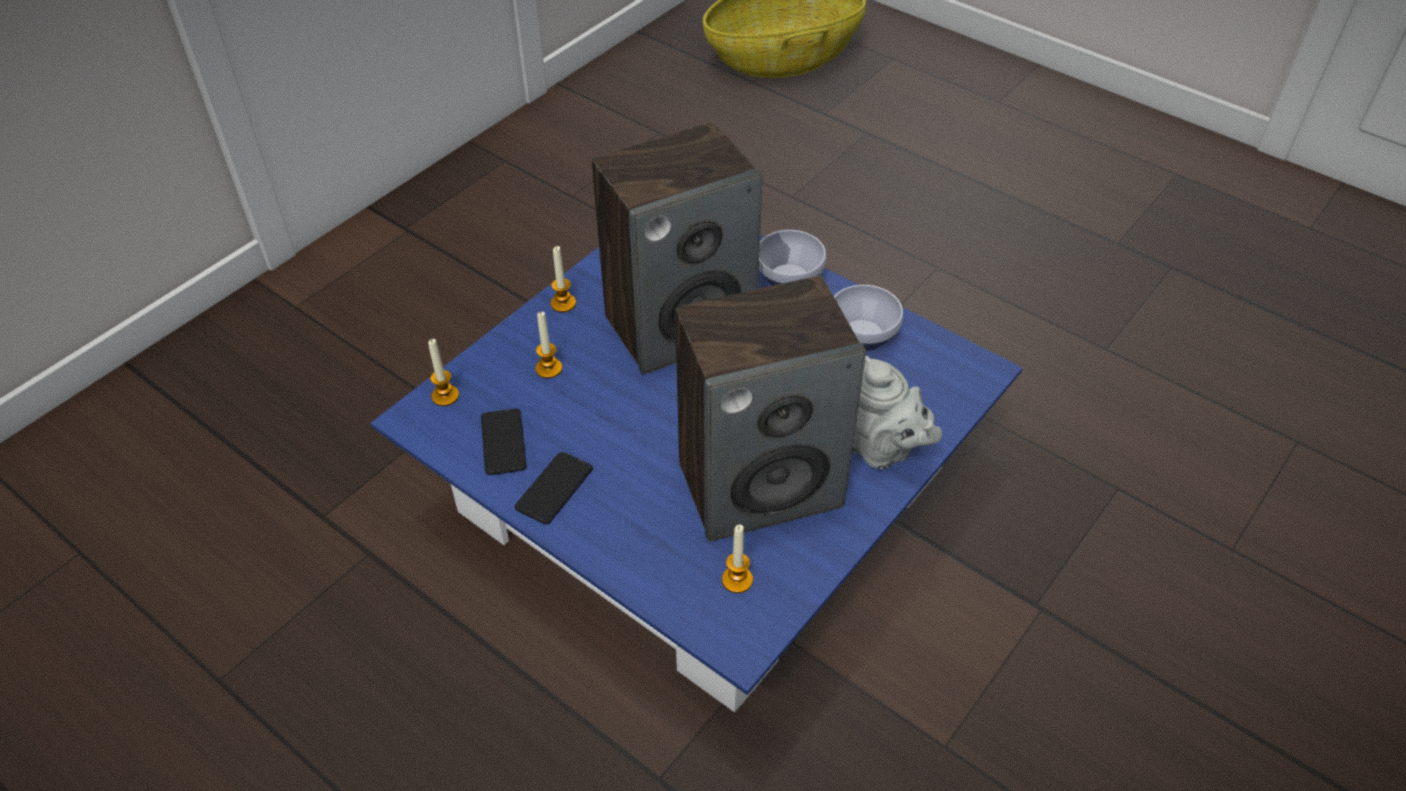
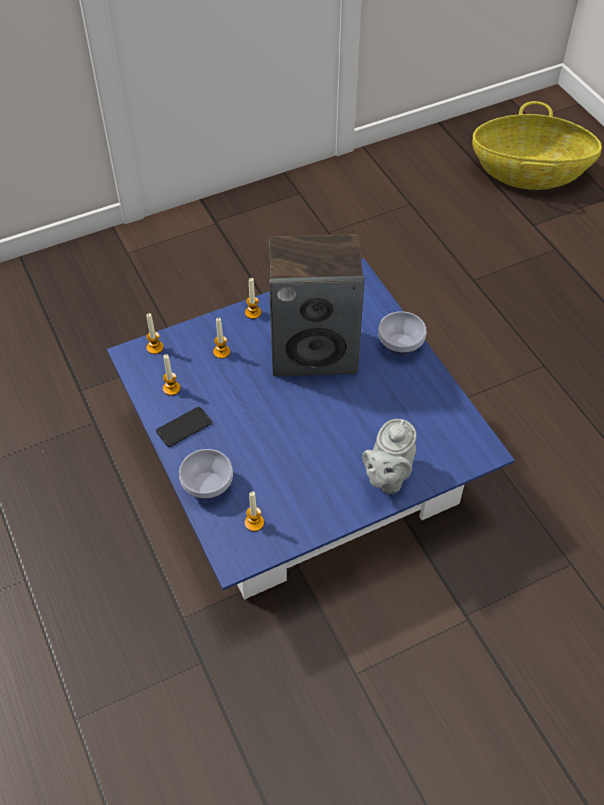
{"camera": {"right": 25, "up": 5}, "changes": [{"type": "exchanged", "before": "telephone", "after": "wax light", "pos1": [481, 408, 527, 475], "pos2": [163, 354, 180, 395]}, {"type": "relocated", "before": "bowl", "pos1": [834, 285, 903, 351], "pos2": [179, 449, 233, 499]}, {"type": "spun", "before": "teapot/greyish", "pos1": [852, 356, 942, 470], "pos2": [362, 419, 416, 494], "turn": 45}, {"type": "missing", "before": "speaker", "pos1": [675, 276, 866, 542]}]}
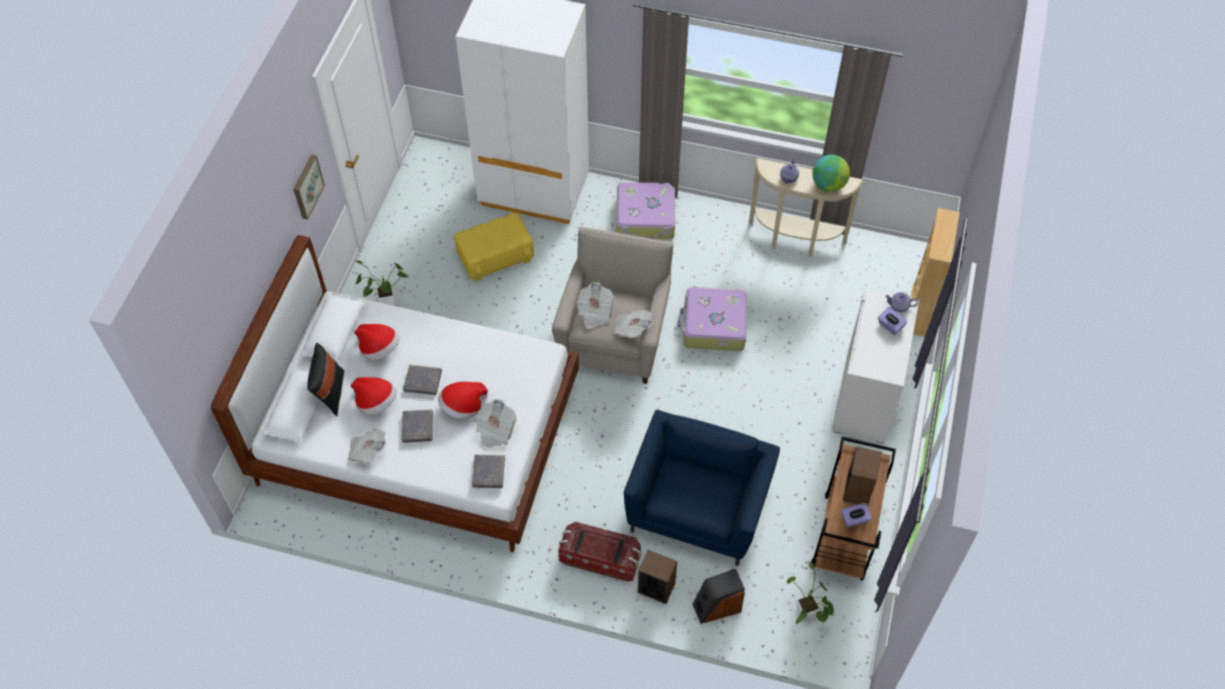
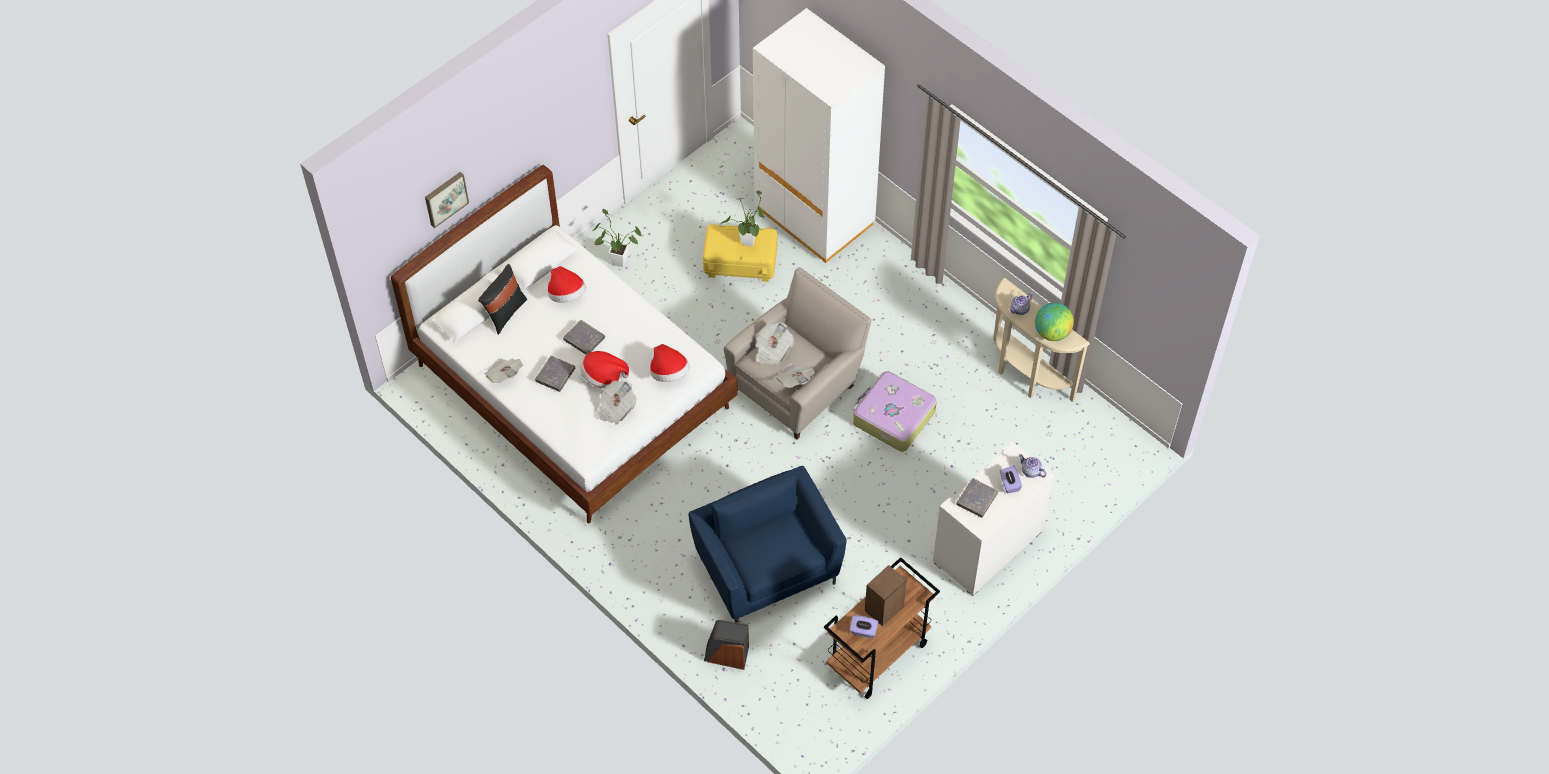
{"camera": {"right": 30, "up": 0}, "changes": [{"type": "relocated", "before": "wall art", "pos1": [293, 155, 325, 220], "pos2": [425, 172, 469, 228]}, {"type": "relocated", "before": "clothing hat", "pos1": [351, 377, 397, 414], "pos2": [650, 344, 690, 382]}, {"type": "spun", "before": "armchair/blue", "pos1": [624, 410, 780, 566], "pos2": [688, 466, 846, 623], "turn": -75}, {"type": "relocated", "before": "plant in a pot", "pos1": [787, 563, 834, 624], "pos2": [720, 190, 764, 246]}, {"type": "relocated", "before": "book/greyish", "pos1": [472, 455, 505, 488], "pos2": [956, 478, 998, 518]}, {"type": "missing", "before": "storage box", "pos1": [558, 522, 641, 582]}, {"type": "missing", "before": "travel case", "pos1": [616, 182, 675, 239]}, {"type": "missing", "before": "speaker", "pos1": [637, 550, 677, 604]}, {"type": "missing", "before": "bookshelf/beige", "pos1": [911, 208, 960, 337]}]}
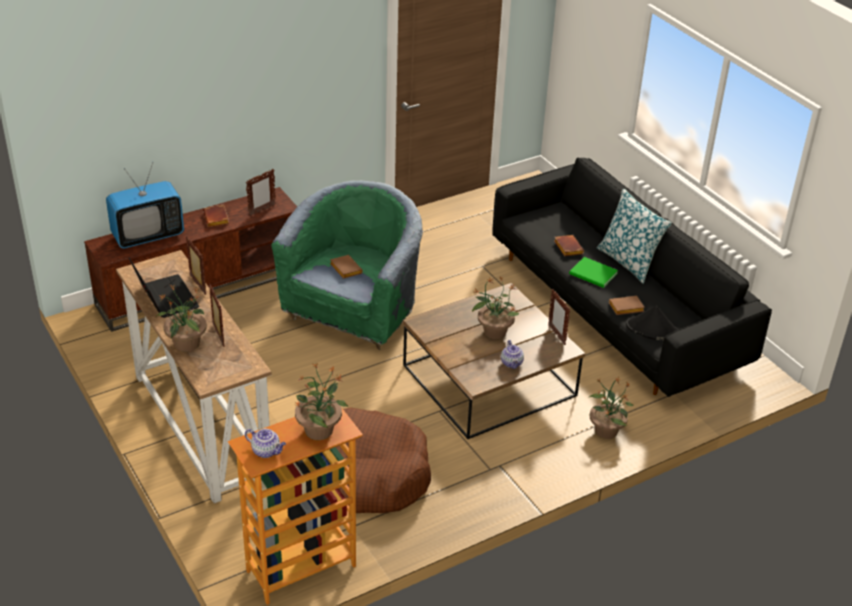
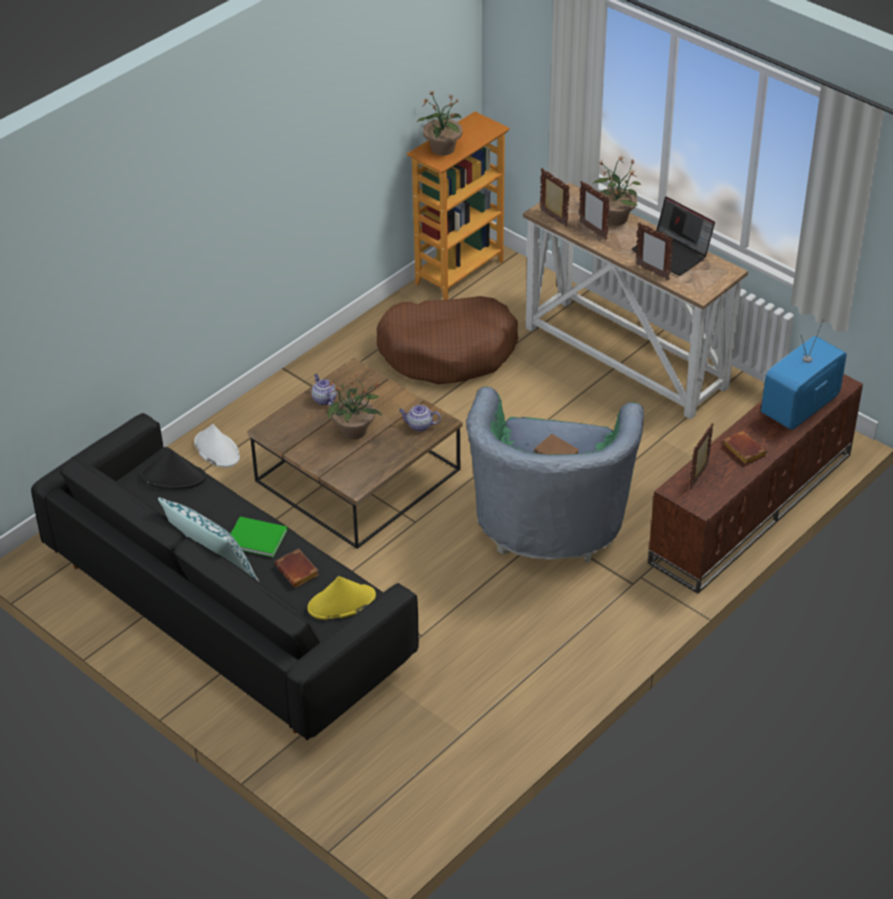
{"camera": {"right": 165, "up": 5}, "changes": [{"type": "exchanged", "before": "plant in a pot", "after": "clothing hat/whitish", "pos1": [590, 377, 634, 439], "pos2": [194, 424, 240, 467]}, {"type": "appeared", "after": "clothing hat/yellowish", "pos2": [307, 576, 376, 620]}, {"type": "relocated", "before": "teapot", "pos1": [245, 429, 286, 458], "pos2": [399, 405, 441, 432]}, {"type": "relocated", "before": "standing frame", "pos1": [548, 289, 570, 345], "pos2": [540, 168, 570, 227]}, {"type": "missing", "before": "book/brownish", "pos1": [609, 296, 645, 315]}]}
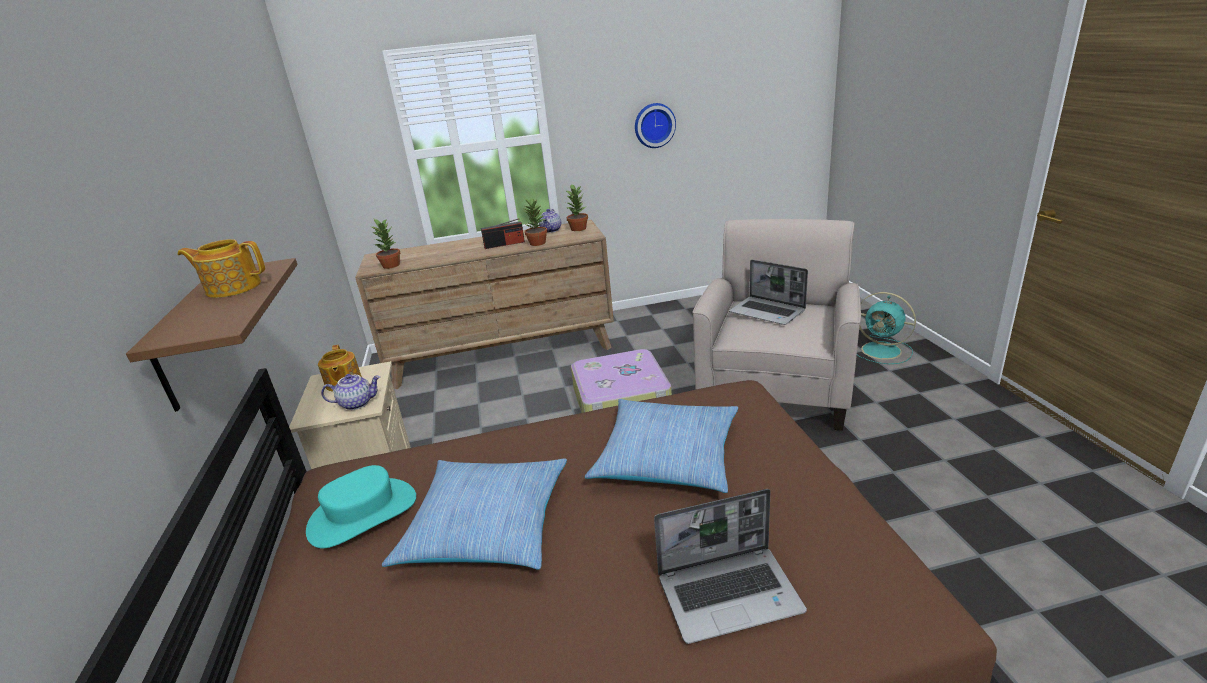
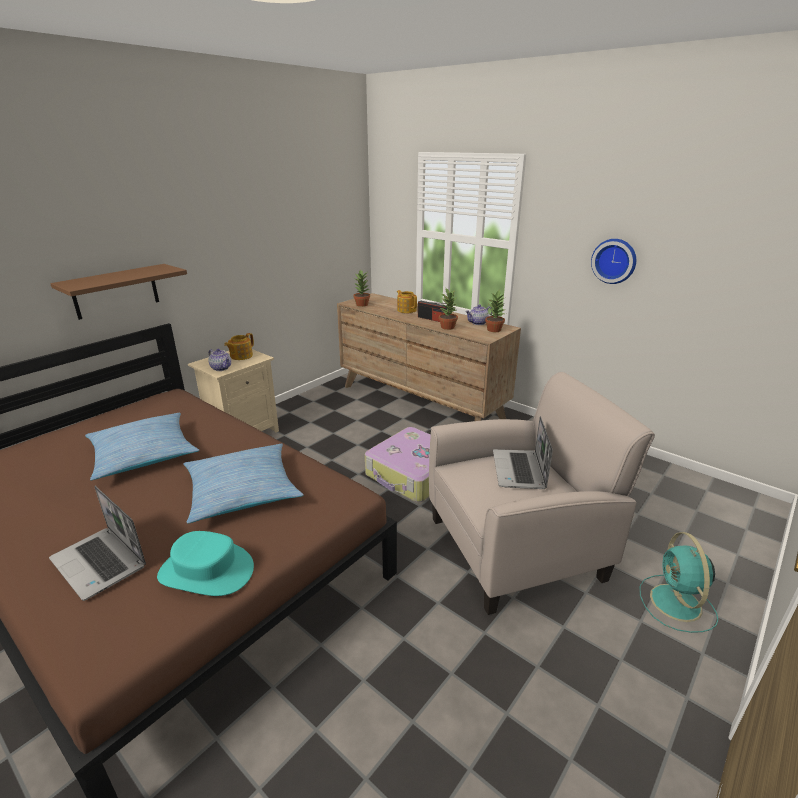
{"camera": {"right": 50, "up": 0}, "changes": [{"type": "relocated", "before": "clothing hat/turquoise", "pos1": [306, 465, 416, 548], "pos2": [157, 531, 254, 596]}, {"type": "relocated", "before": "teapot", "pos1": [178, 239, 265, 298], "pos2": [397, 290, 417, 313]}]}
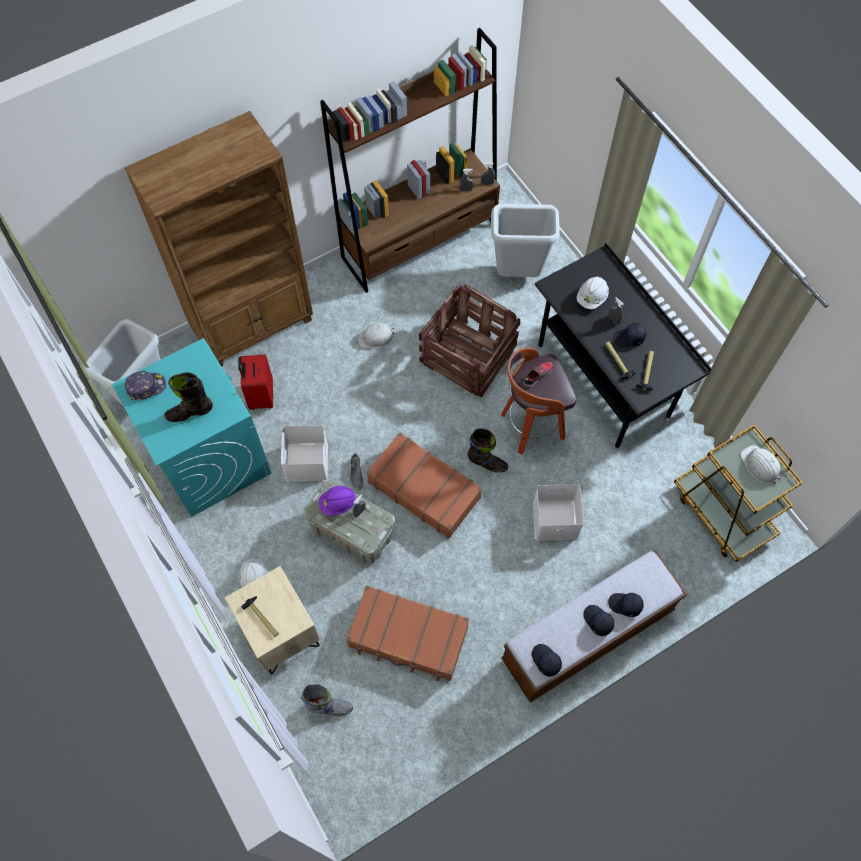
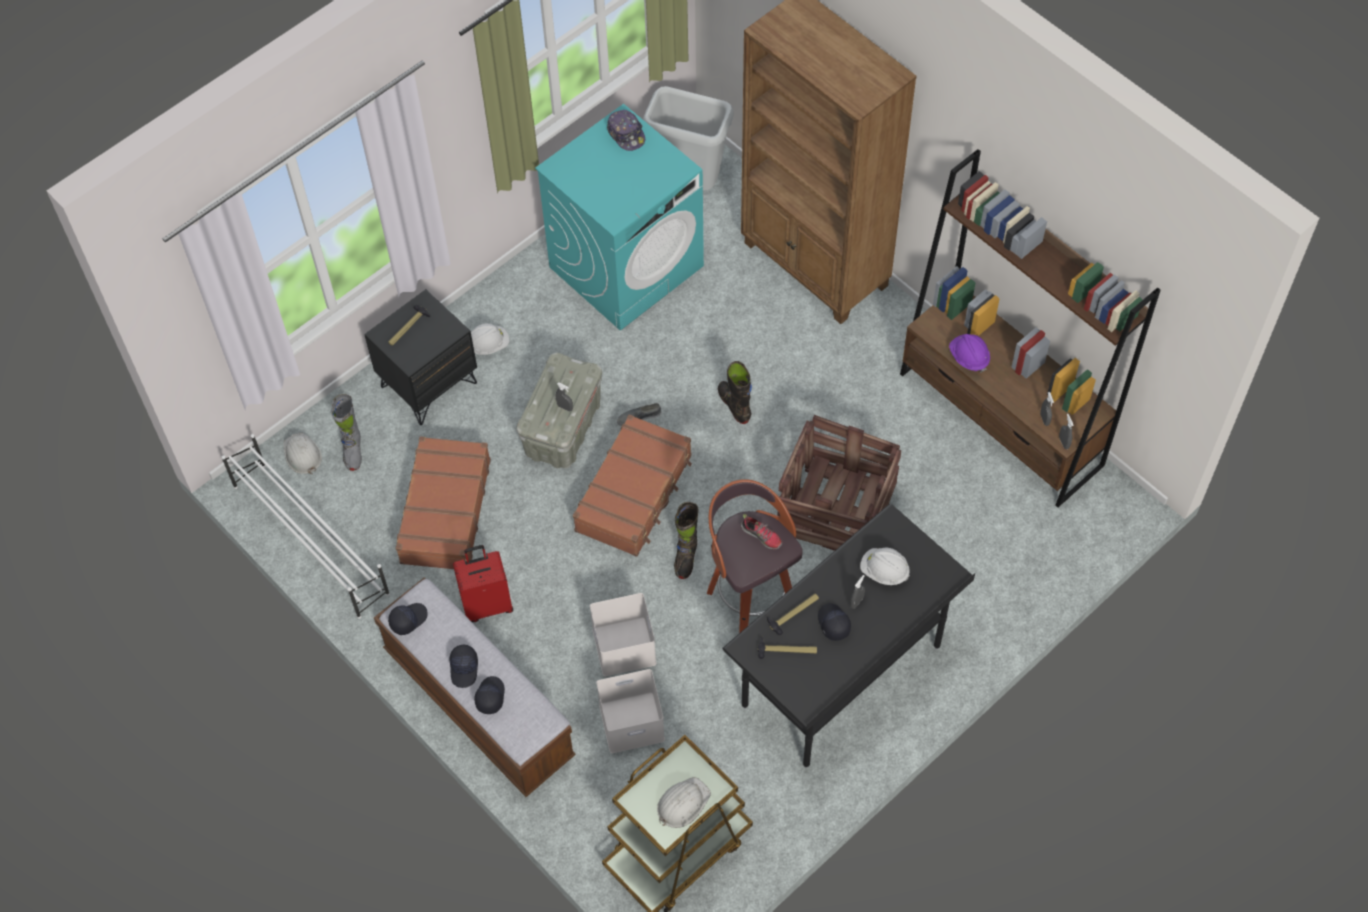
{"camera": {"right": 80, "up": -5}, "changes": [{"type": "appeared", "after": "shoe stand/whitish", "pos2": [222, 434, 390, 619]}, {"type": "relocated", "before": "work helmet/whitish", "pos1": [357, 323, 395, 349], "pos2": [284, 432, 322, 474]}, {"type": "colour", "before": "night table/beige", "after": "night table/black-coloured", "pos1": [225, 566, 320, 674], "pos2": [364, 289, 477, 425]}, {"type": "spun", "before": "peaked cap/black-coloured", "pos1": [583, 605, 614, 636], "pos2": [449, 645, 478, 688], "turn": 135}, {"type": "relocated", "before": "travel case/red", "pos1": [238, 354, 273, 410], "pos2": [453, 545, 513, 622]}, {"type": "relocated", "before": "storage box/whitish", "pos1": [281, 425, 328, 481], "pos2": [596, 669, 665, 753]}, {"type": "relocated", "before": "tall boot/black-coloured", "pos1": [164, 372, 213, 422], "pos2": [718, 361, 752, 424]}, {"type": "relocated", "before": "work helmet/purple", "pos1": [319, 486, 356, 516], "pos2": [949, 334, 990, 373]}, {"type": "missing", "before": "waste bin/greyish", "pos1": [491, 204, 559, 277]}]}
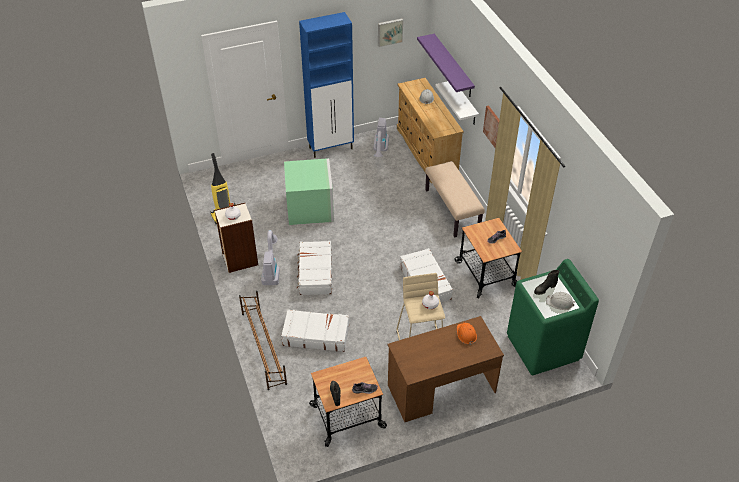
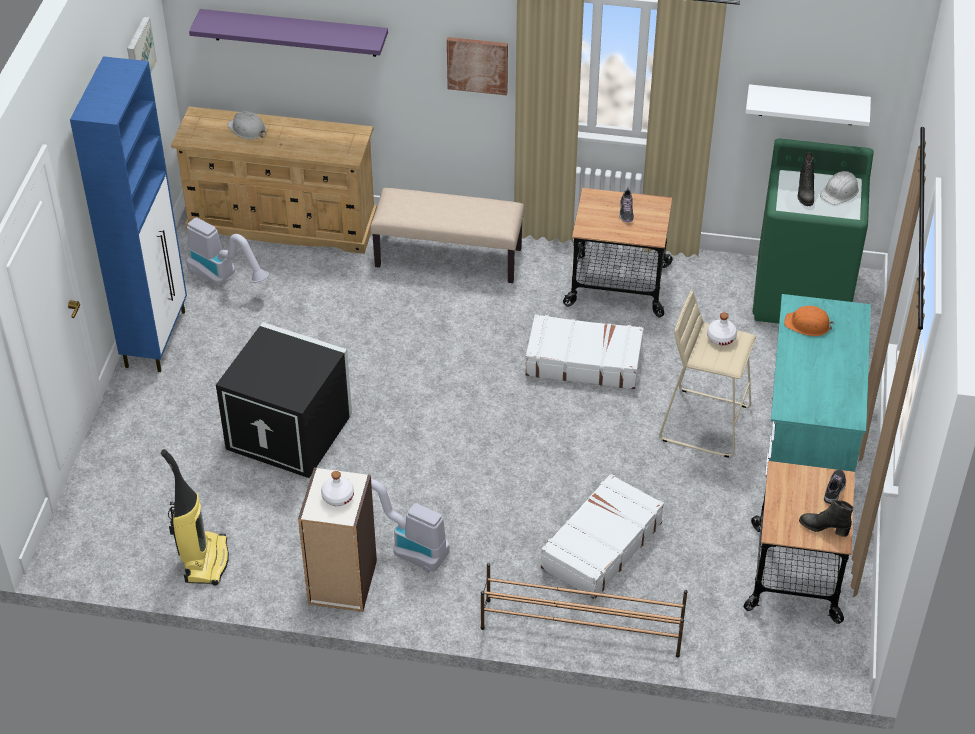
{"camera": {"right": -60, "up": 0}, "changes": [{"type": "colour", "before": "storage box/green-coloured", "after": "storage box/black-coloured", "pos1": [284, 158, 334, 225], "pos2": [216, 322, 352, 478]}, {"type": "relocated", "before": "wall shelf/whitish", "pos1": [435, 81, 479, 124], "pos2": [746, 84, 871, 126]}, {"type": "colour", "before": "desk/brownish", "after": "desk/turquoise", "pos1": [388, 316, 504, 422], "pos2": [764, 294, 871, 496]}, {"type": "missing", "before": "travel case/whitish", "pos1": [297, 241, 332, 295]}]}
